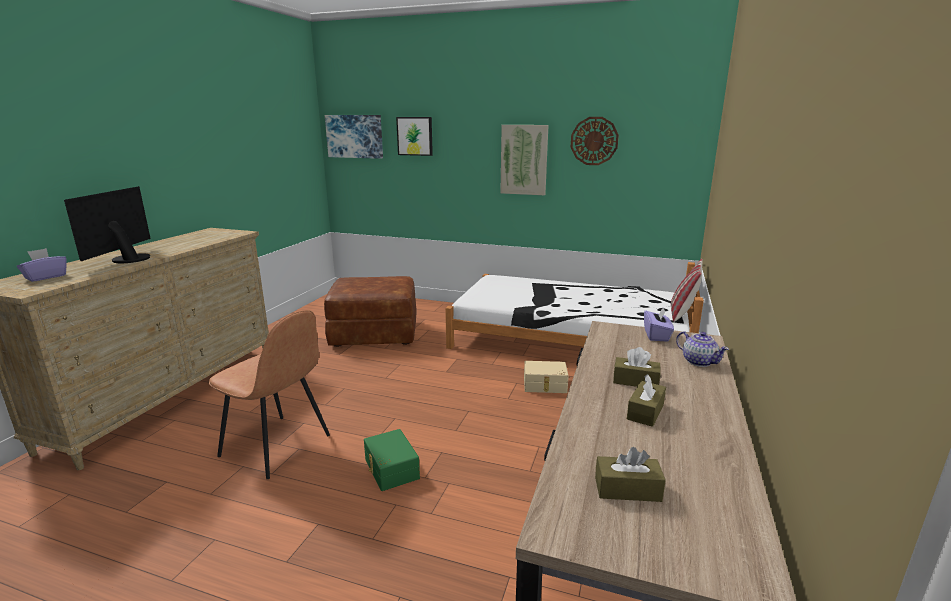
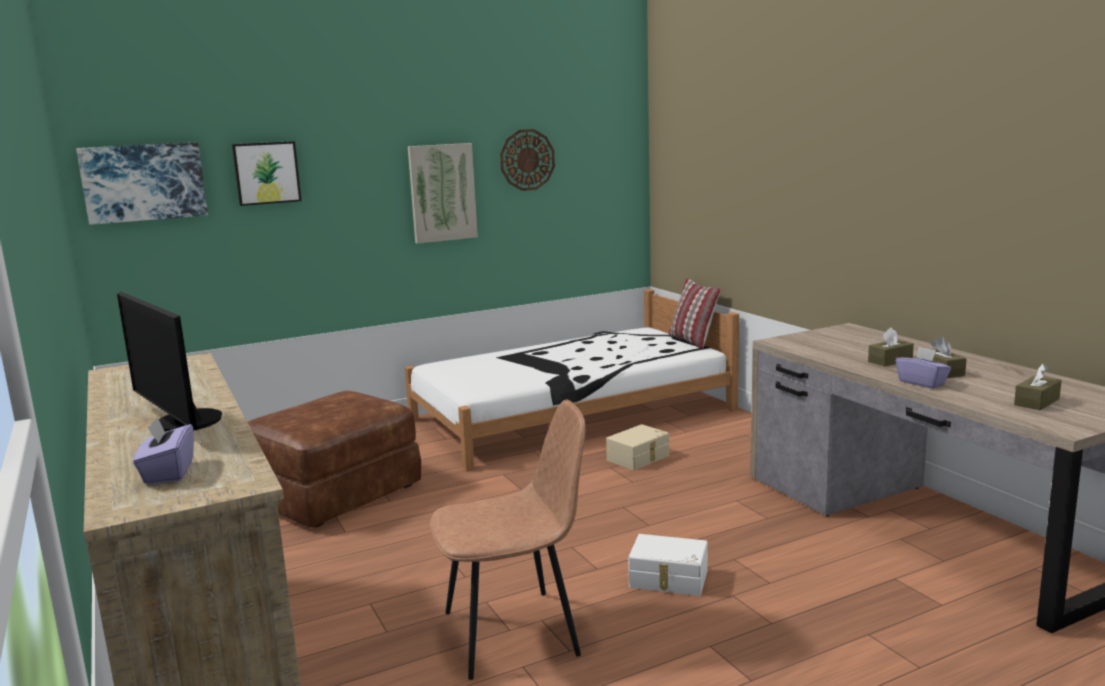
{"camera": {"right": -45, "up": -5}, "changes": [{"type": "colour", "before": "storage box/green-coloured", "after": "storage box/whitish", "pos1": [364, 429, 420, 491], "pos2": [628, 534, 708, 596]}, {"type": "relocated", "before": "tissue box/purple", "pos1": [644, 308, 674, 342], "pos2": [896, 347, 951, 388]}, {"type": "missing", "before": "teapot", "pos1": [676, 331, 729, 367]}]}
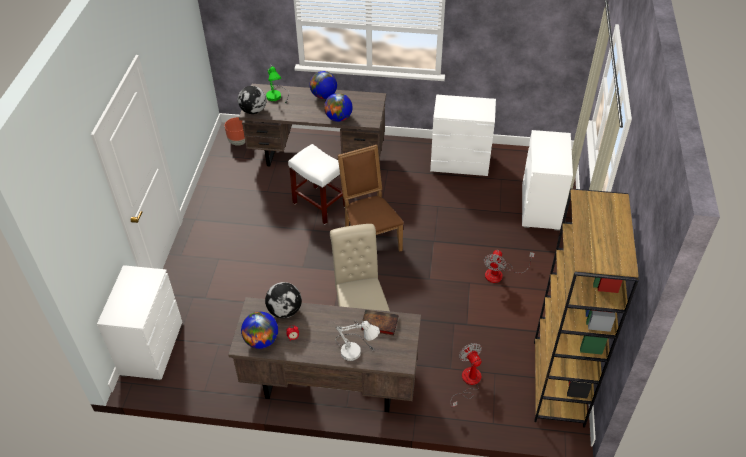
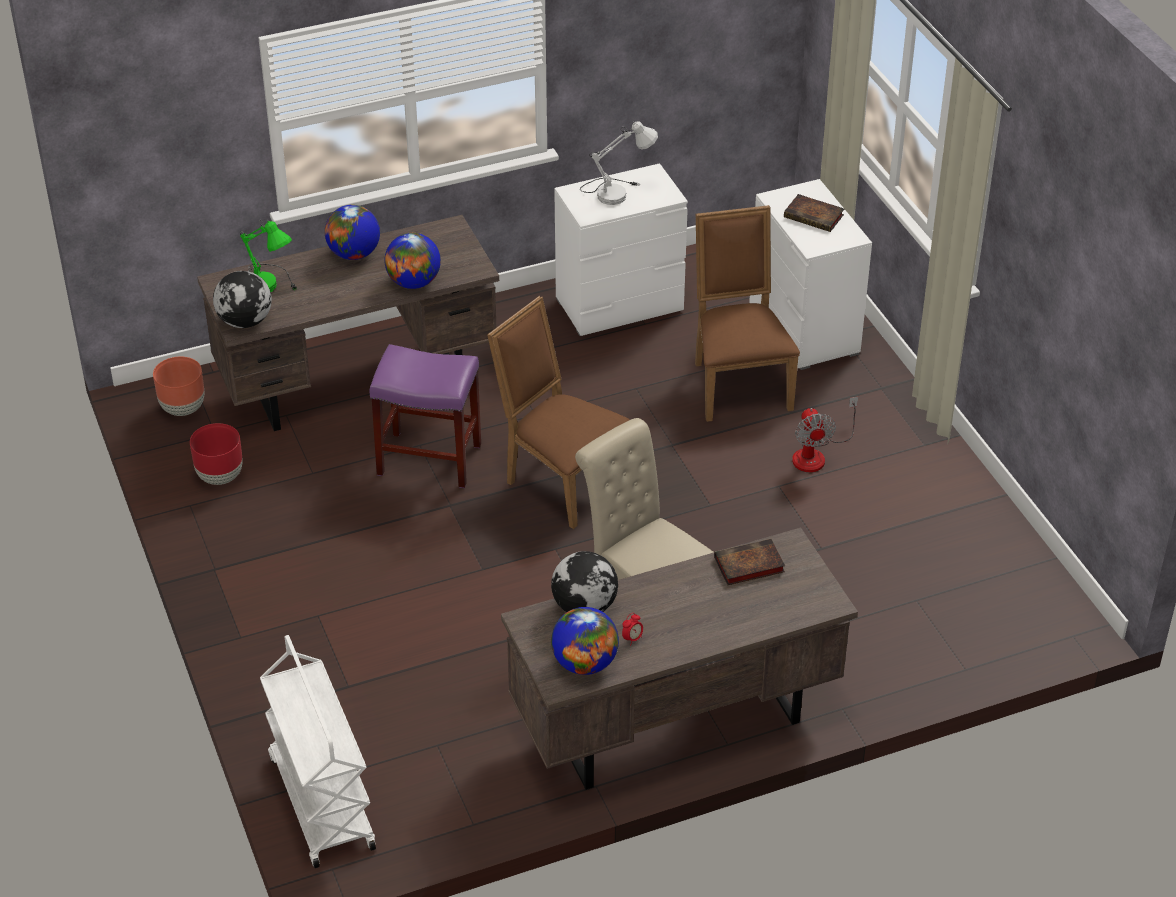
{"camera": {"right": -30, "up": -5}, "changes": [{"type": "appeared", "after": "planter/red", "pos2": [190, 423, 243, 485]}, {"type": "exchanged", "before": "drawer chest/whitish", "after": "cart/whitish", "pos1": [97, 265, 182, 380], "pos2": [260, 635, 376, 868]}, {"type": "colour", "before": "sitting stool/whitish", "after": "sitting stool/purple", "pos1": [288, 144, 345, 224], "pos2": [370, 344, 481, 488]}, {"type": "relocated", "before": "tabletop lamp/whitish", "pos1": [335, 321, 380, 361], "pos2": [580, 121, 658, 205]}, {"type": "appeared", "after": "plain chair/brownish", "pos2": [695, 205, 800, 422]}, {"type": "appeared", "after": "book", "pos2": [784, 194, 844, 232]}, {"type": "missing", "before": "cooling fan", "pos1": [451, 343, 482, 408]}, {"type": "missing", "before": "bookshelf/brownish", "pos1": [534, 189, 639, 428]}]}
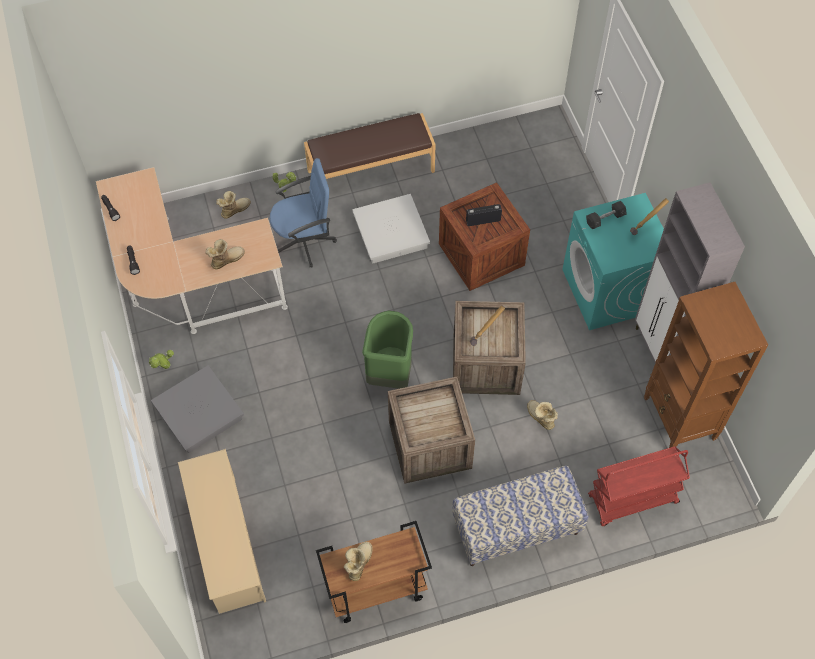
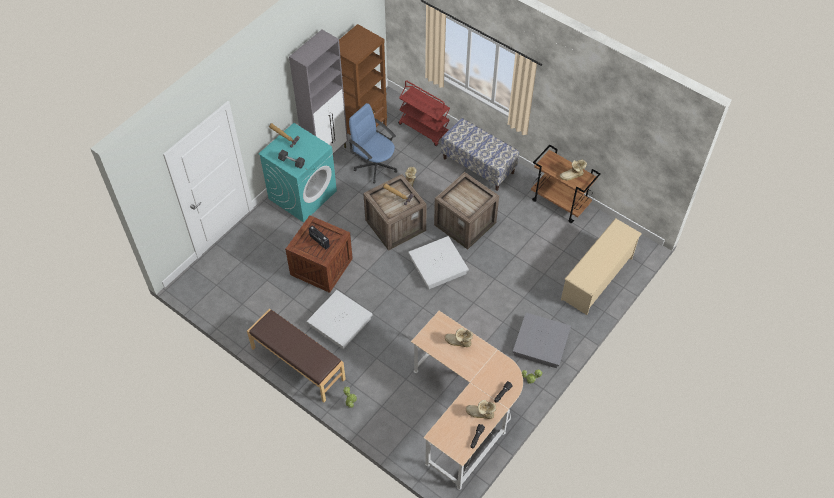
{"camera": {"right": -125, "up": -5}, "changes": [{"type": "relocated", "before": "office chair/blue", "pos1": [269, 158, 337, 268], "pos2": [349, 103, 397, 184]}, {"type": "exchanged", "before": "waste bin/green-coloured", "after": "storage box/whitish", "pos1": [362, 311, 413, 389], "pos2": [409, 236, 469, 289]}, {"type": "relocated", "before": "tall boot", "pos1": [216, 191, 251, 219], "pos2": [466, 400, 496, 419]}]}
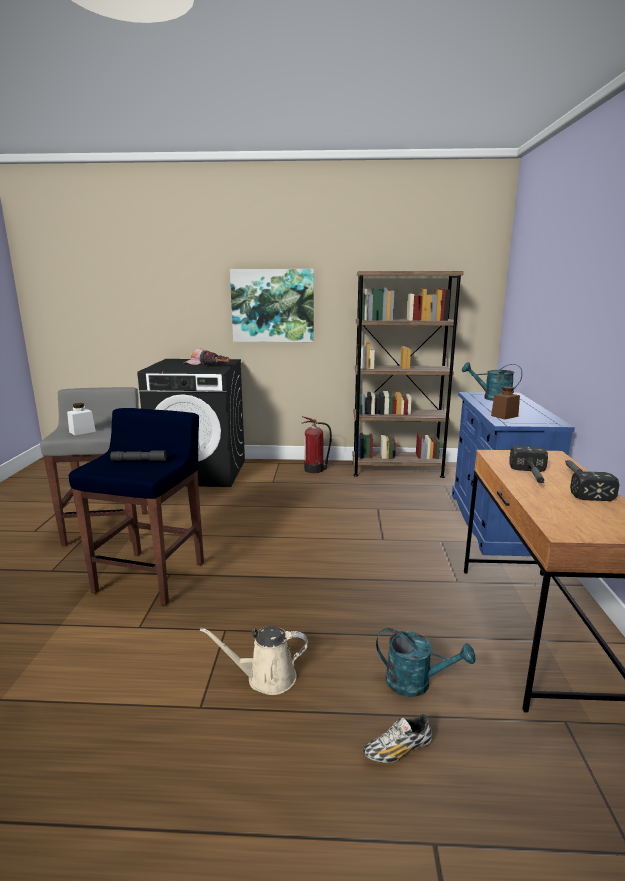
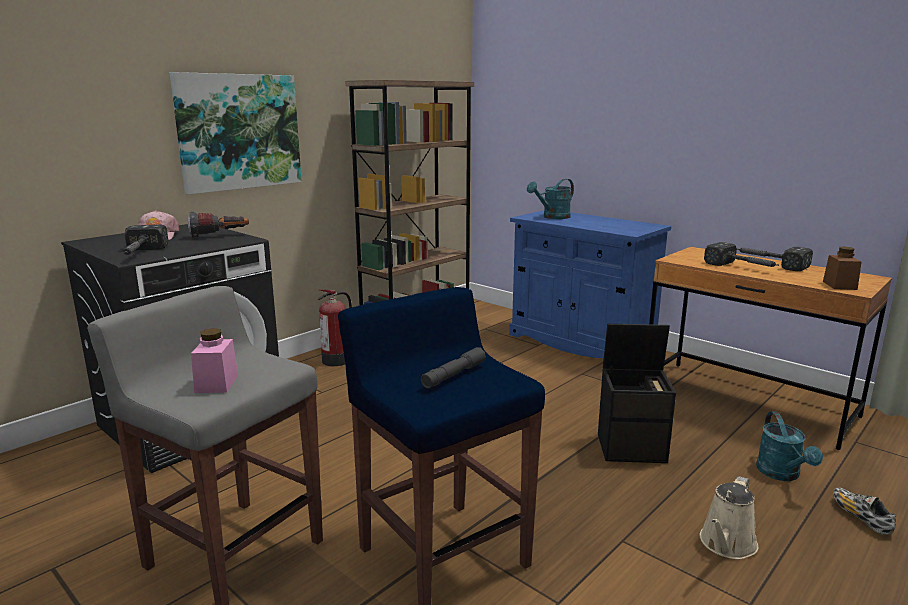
{"camera": {"right": -50, "up": 0}, "changes": [{"type": "appeared", "after": "tool hammer", "pos2": [123, 225, 168, 255]}, {"type": "colour", "before": "storage jar/whitish", "after": "storage jar/pink-coloured", "pos1": [67, 403, 96, 435], "pos2": [191, 328, 238, 393]}, {"type": "appeared", "after": "storage box/black-coloured", "pos2": [598, 324, 676, 463]}, {"type": "spun", "before": "watering pot/turquoise", "pos1": [376, 628, 475, 697], "pos2": [756, 412, 823, 481], "turn": 120}, {"type": "relocated", "before": "storage jar/brownish", "pos1": [491, 386, 520, 420], "pos2": [823, 247, 862, 290]}, {"type": "spun", "before": "low shoe", "pos1": [363, 714, 432, 763], "pos2": [833, 487, 896, 535], "turn": 150}]}
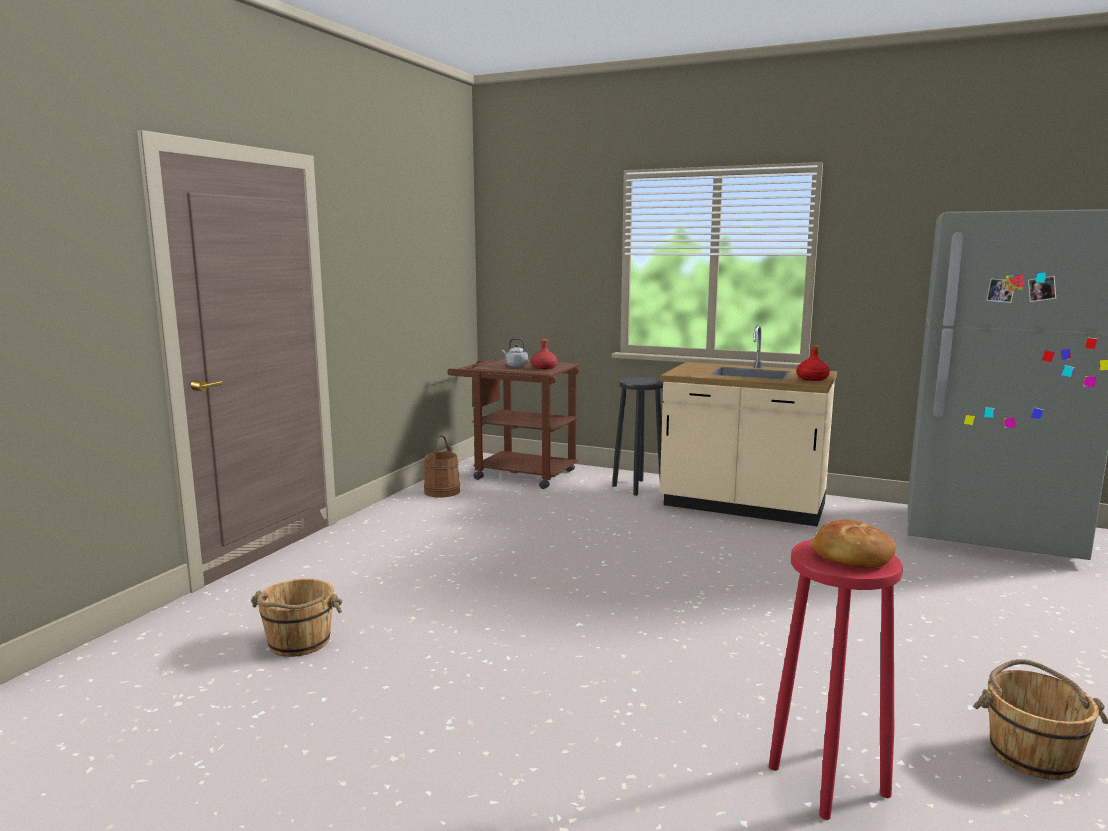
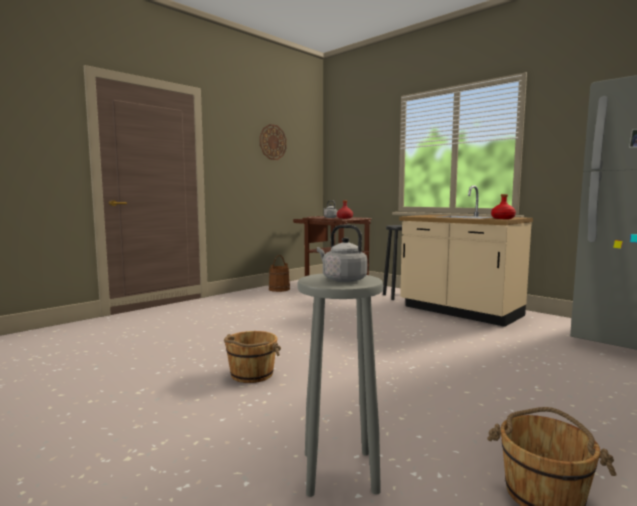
{"camera": {"right": 20, "up": -5}, "changes": [{"type": "relocated", "before": "bucket/brownish", "pos1": [251, 579, 342, 657], "pos2": [224, 331, 281, 383]}, {"type": "appeared", "after": "clock on the wall", "pos2": [260, 124, 287, 160]}, {"type": "colour", "before": "sitting stool/red", "after": "sitting stool/greyish", "pos1": [769, 539, 903, 820], "pos2": [298, 273, 383, 497]}, {"type": "exchanged", "before": "bakery bread", "after": "water kettle/greyish", "pos1": [812, 519, 896, 568], "pos2": [317, 225, 368, 282]}]}
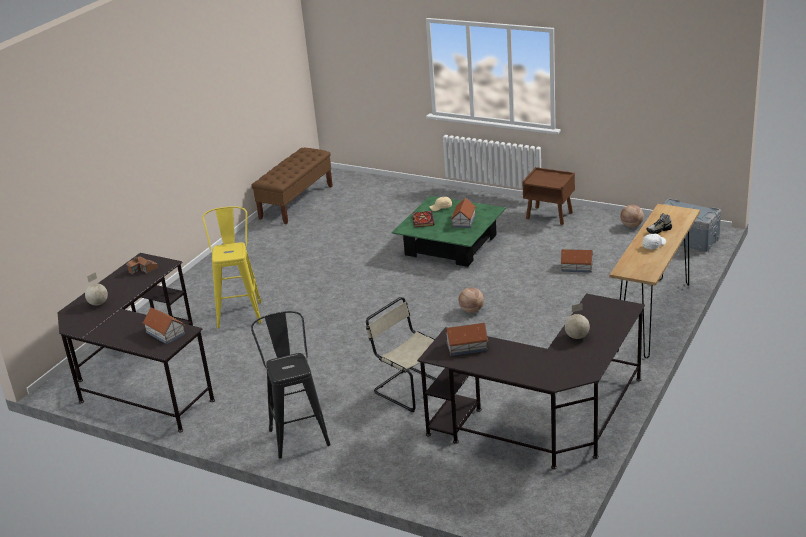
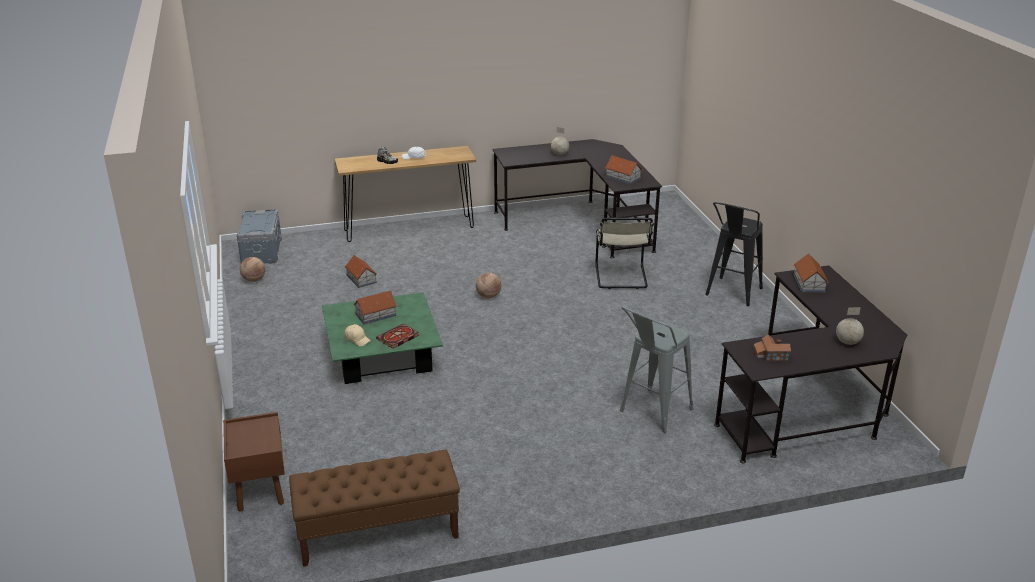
{"camera": {"right": -135, "up": 0}, "changes": [{"type": "relocated", "before": "night table/brownish", "pos1": [522, 167, 575, 225], "pos2": [223, 412, 285, 512]}, {"type": "colour", "before": "sitting stool/yellowish", "after": "sitting stool/greyish", "pos1": [202, 206, 262, 328], "pos2": [620, 306, 693, 433]}]}
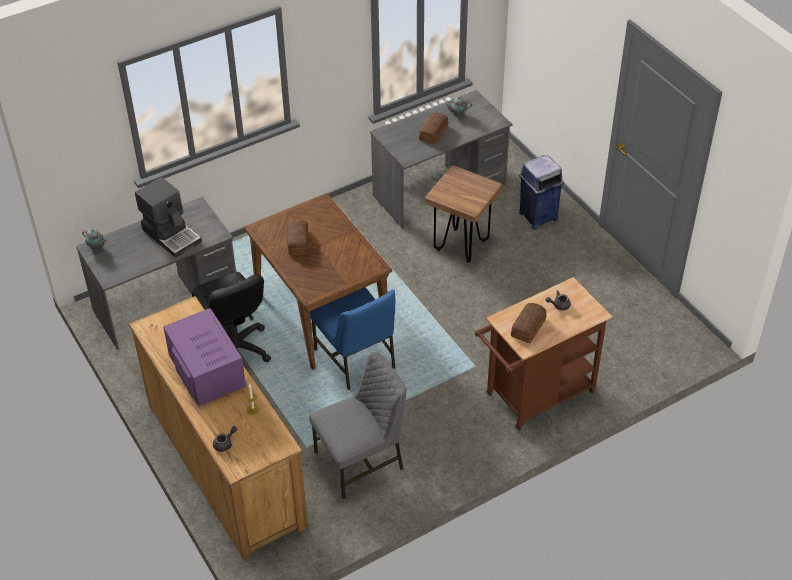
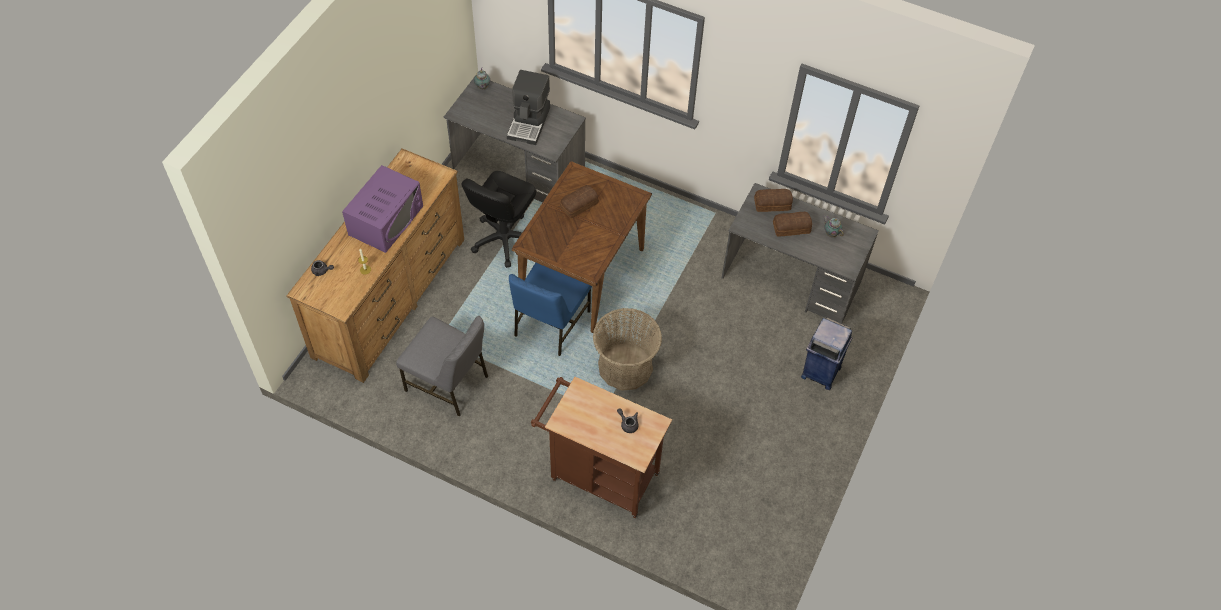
{"camera": {"right": 55, "up": 10}, "changes": [{"type": "appeared", "after": "household basket", "pos2": [593, 308, 662, 391]}, {"type": "relocated", "before": "bakery bread", "pos1": [511, 303, 546, 343], "pos2": [754, 189, 793, 212]}, {"type": "missing", "before": "sitting stool/brownish", "pos1": [425, 166, 502, 263]}]}
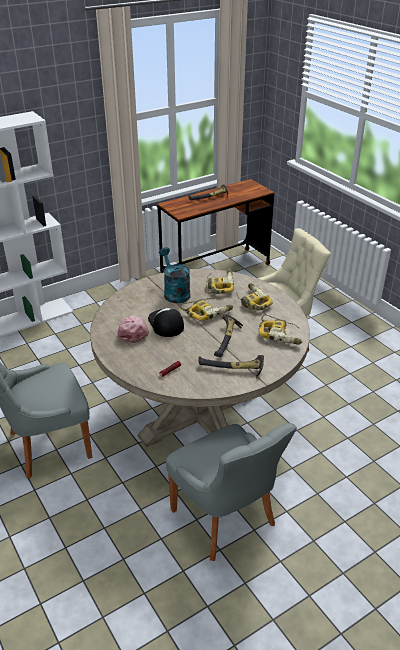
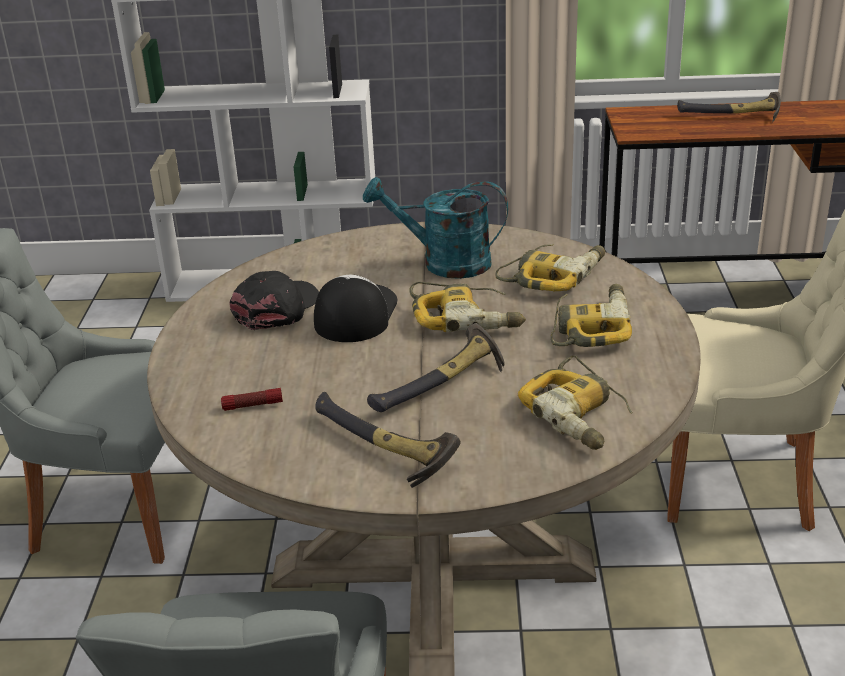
{"camera": {"right": 35, "up": -5}, "changes": [{"type": "colour", "before": "peaked cap/pink-coloured", "after": "peaked cap/black-coloured", "pos1": [117, 316, 149, 343], "pos2": [229, 271, 319, 330]}, {"type": "spun", "before": "watering pot/turquoise", "pos1": [159, 247, 190, 303], "pos2": [363, 177, 508, 279], "turn": -90}]}
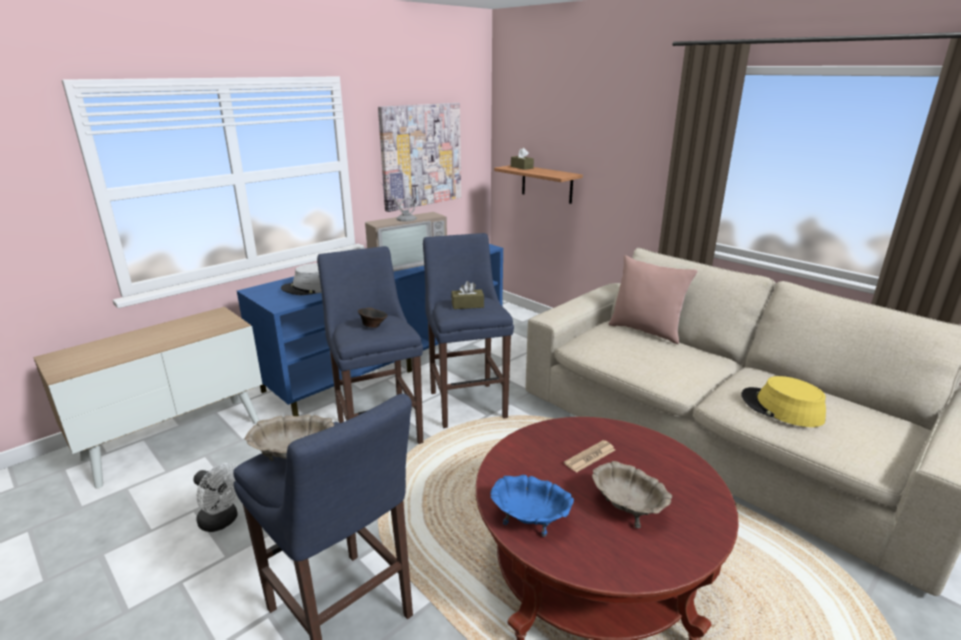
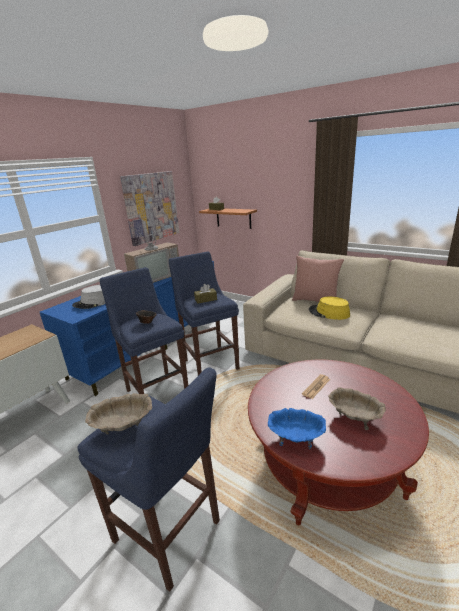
{"camera": {"right": -10, "up": 0}, "changes": [{"type": "relocated", "before": "clothing hat/yellowish", "pos1": [741, 376, 826, 427], "pos2": [309, 296, 350, 320]}, {"type": "missing", "before": "cooling fan/whitish", "pos1": [193, 463, 238, 532]}]}
